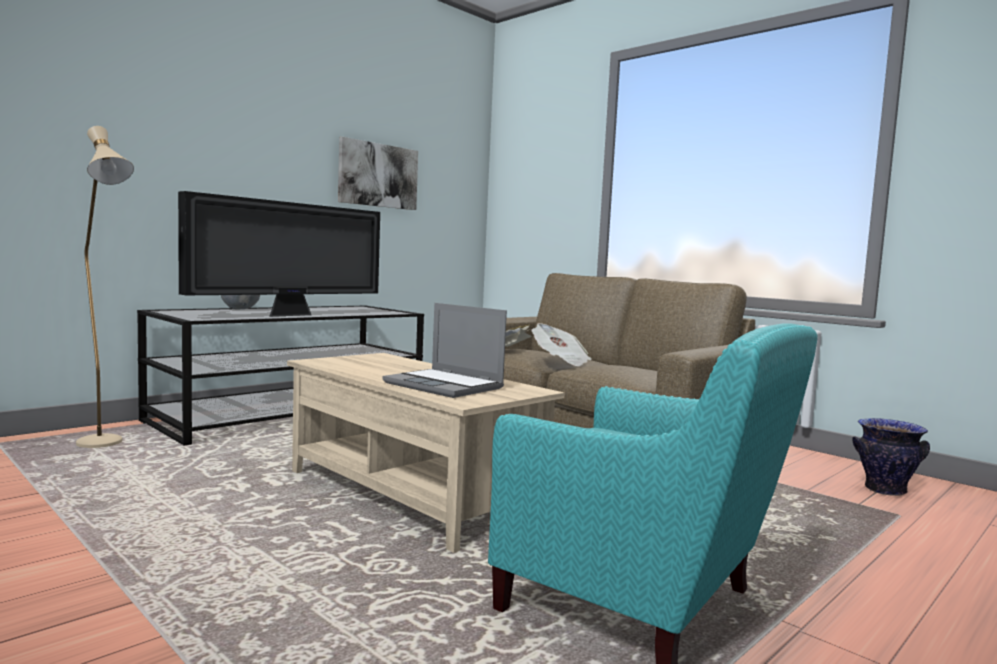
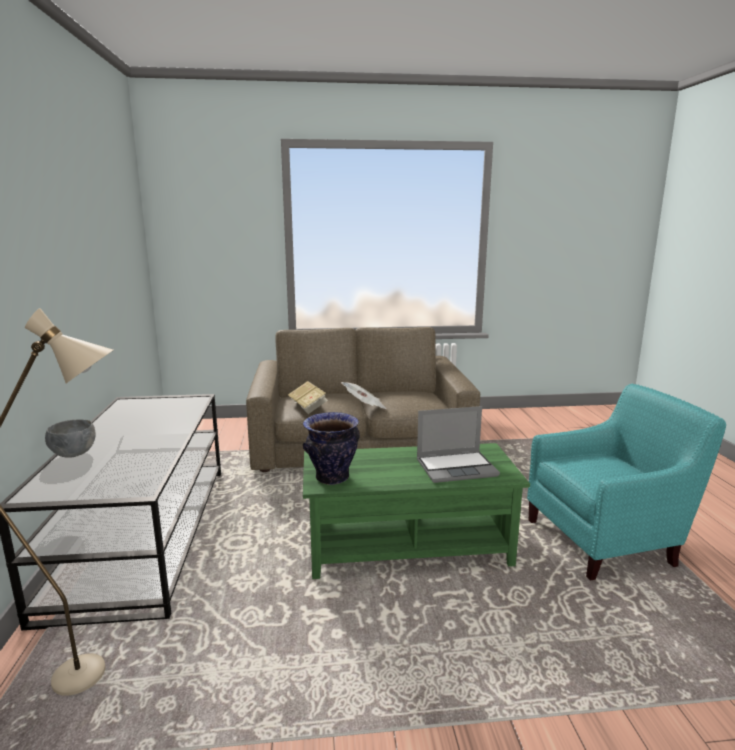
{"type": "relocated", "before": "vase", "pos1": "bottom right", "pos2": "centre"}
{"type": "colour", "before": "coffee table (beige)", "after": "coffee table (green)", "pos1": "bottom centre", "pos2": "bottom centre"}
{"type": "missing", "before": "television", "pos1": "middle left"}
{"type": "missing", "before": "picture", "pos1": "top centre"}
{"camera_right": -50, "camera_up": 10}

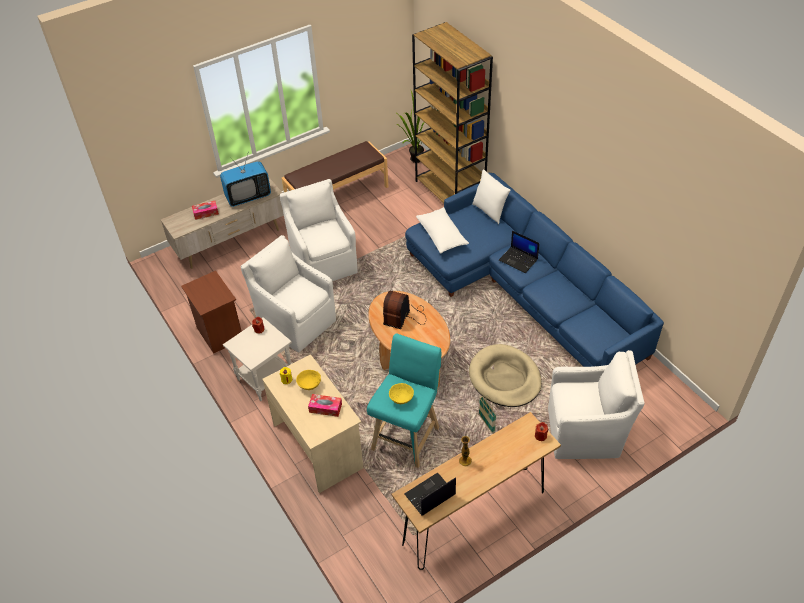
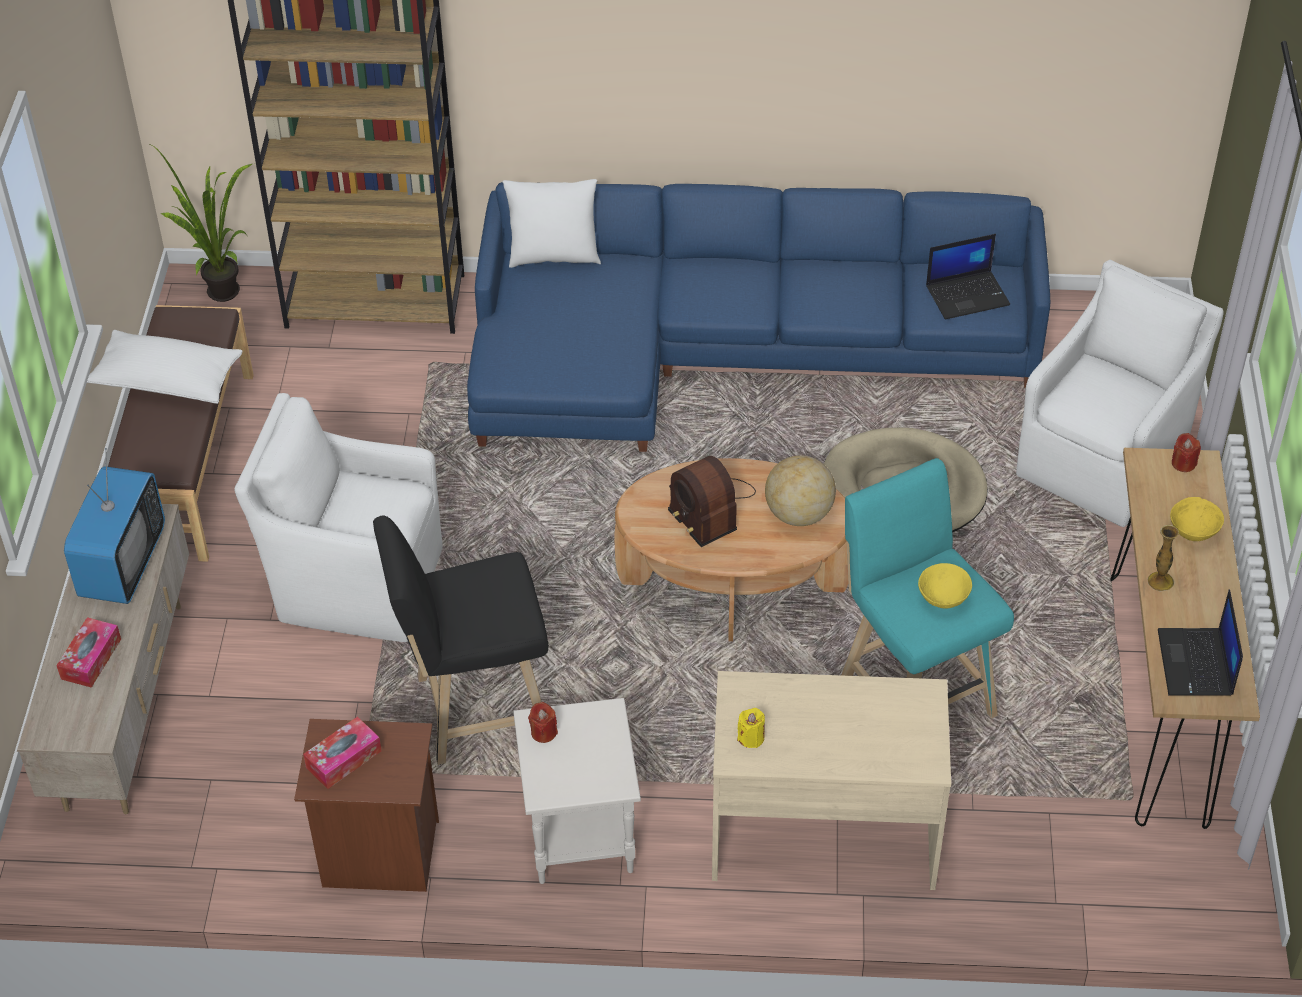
{"type": "relocated", "before": "pillow (white) (no. 1 from left)", "pos1": "centre", "pos2": "middle left"}
{"type": "relocated", "before": "tissue box (no. 2 from left)", "pos1": "bottom centre", "pos2": "bottom left"}
{"type": "exchanged", "before": "armchair (white) (no. 1 from left)", "after": "stool (black)", "pos1": "centre", "pos2": "centre"}
{"type": "appeared", "after": "globe", "pos2": "centre"}
{"type": "relocated", "before": "laptop (no. 2 from left in the first image)", "after": "laptop (no. 1 from left)", "pos1": "centre", "pos2": "top right"}
{"type": "relocated", "before": "bowl (yellow) (no. 1 from left in the first image)", "after": "bowl (yellow) (no. 2 from left)", "pos1": "centre", "pos2": "middle right"}
{"type": "missing", "before": "basket", "pos1": "bottom centre"}
{"camera_right": -55, "camera_up": 0}

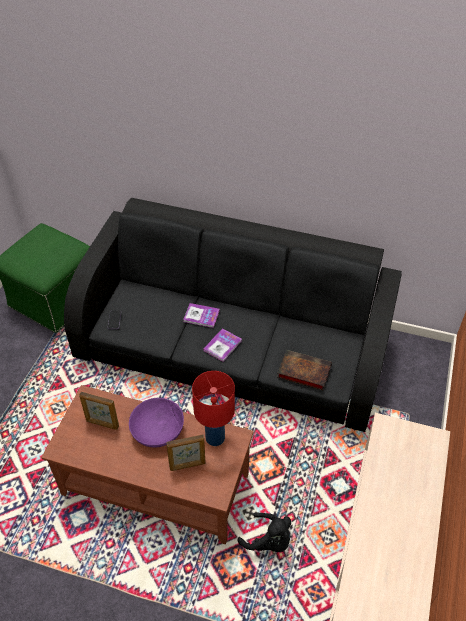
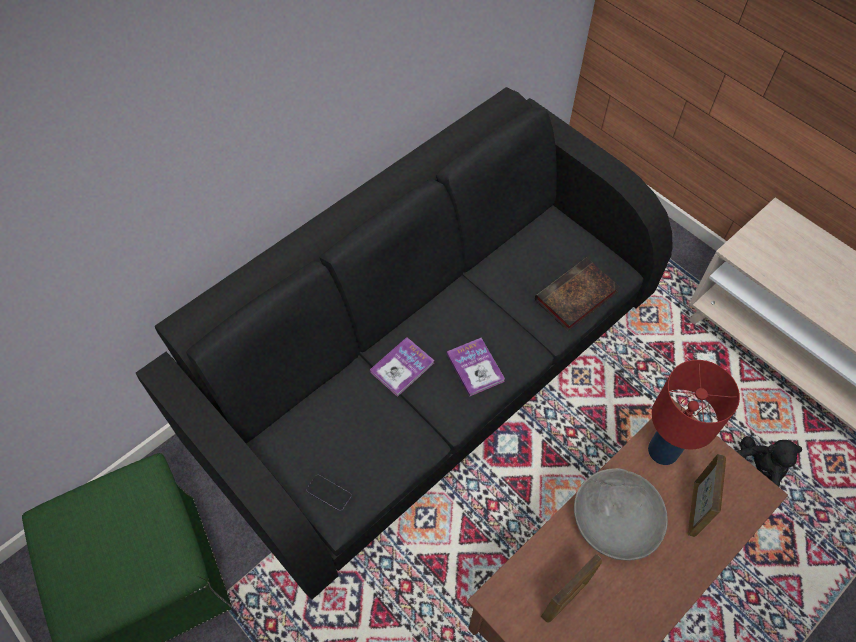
{"type": "colour", "before": "bowl (purple)", "after": "bowl (grey)", "pos1": "bottom centre", "pos2": "bottom right"}
{"camera_right": -60, "camera_up": 10}

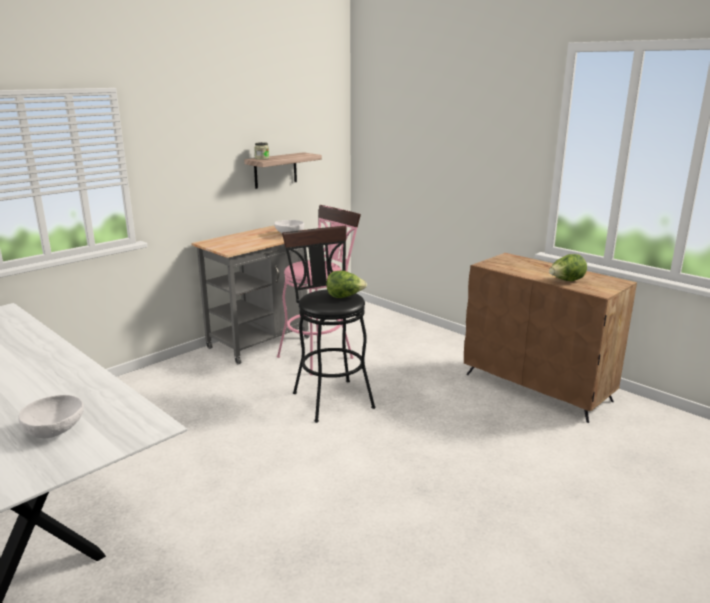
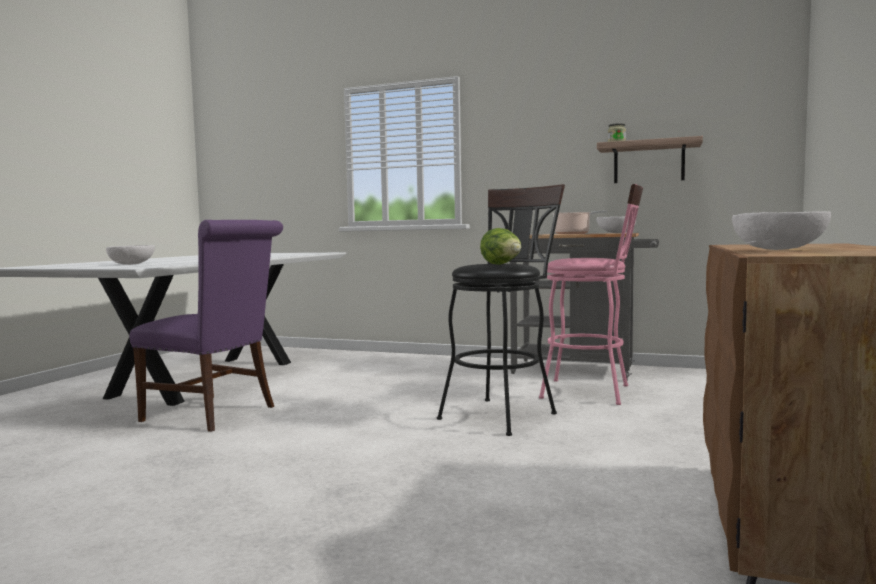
{"type": "appeared", "after": "chair (purple)", "pos2": "middle left"}
{"type": "appeared", "after": "cooking pot", "pos2": "centre"}
{"type": "exchanged", "before": "lettuce (no. 2 from left)", "after": "bowl (white) (no. 3 from left)", "pos1": "middle right", "pos2": "middle right"}
{"camera_right": 65, "camera_up": -15}

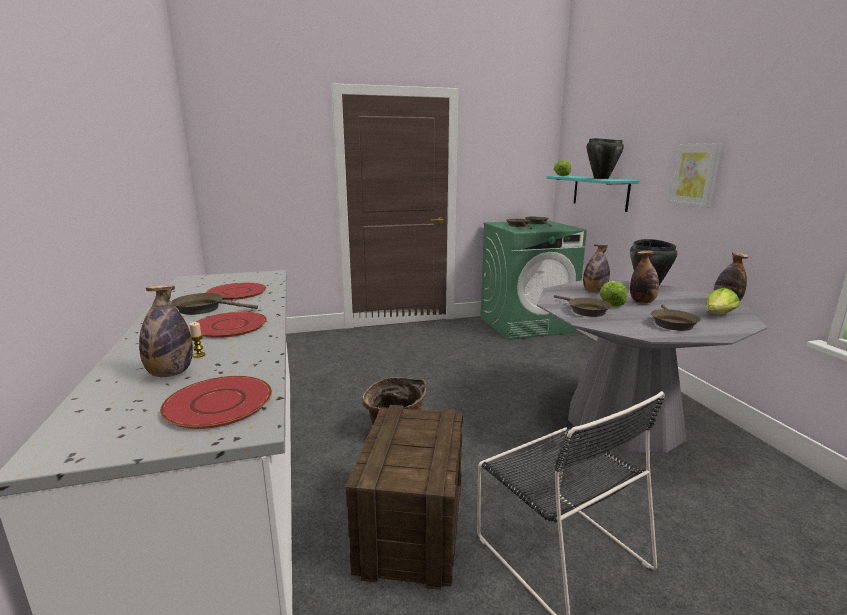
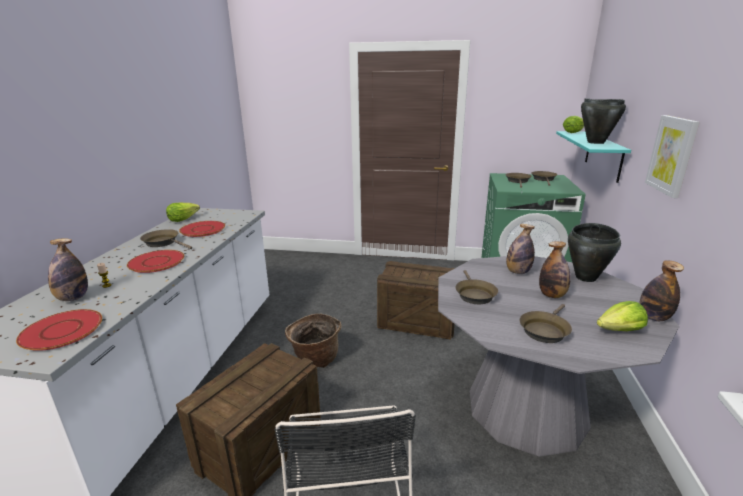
{"type": "relocated", "before": "lettuce (no. 2 from left in the first image)", "after": "lettuce (no. 1 from left)", "pos1": "middle right", "pos2": "middle left"}
{"type": "appeared", "after": "crate (no. 2 from left)", "pos2": "centre"}
{"camera_right": 25, "camera_up": 5}

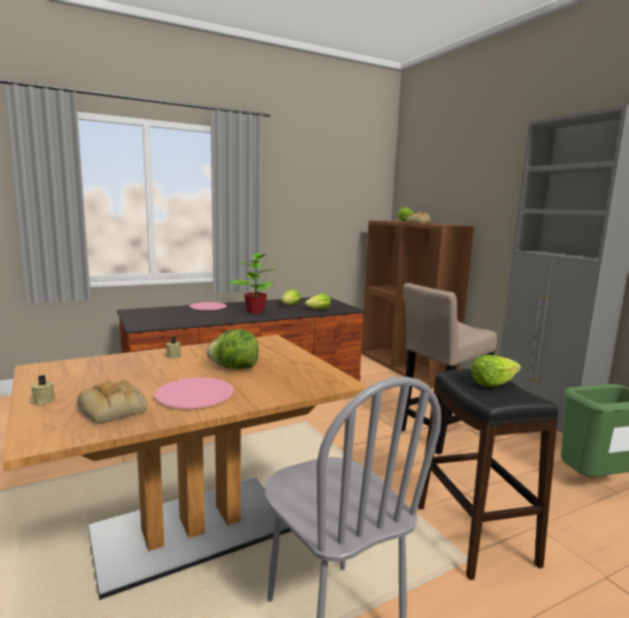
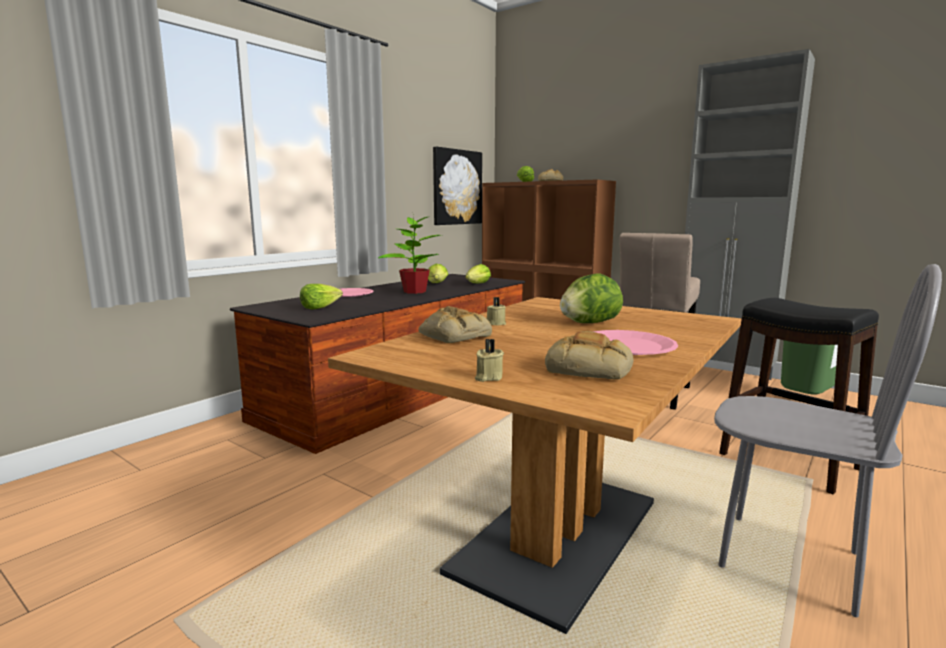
{"type": "relocated", "before": "lettuce (no. 5 from left in the first image)", "after": "lettuce (no. 1 from left)", "pos1": "middle right", "pos2": "centre"}
{"type": "appeared", "after": "bread (no. 1 from left)", "pos2": "centre"}
{"type": "appeared", "after": "picture", "pos2": "top centre"}
{"camera_right": -25, "camera_up": 0}

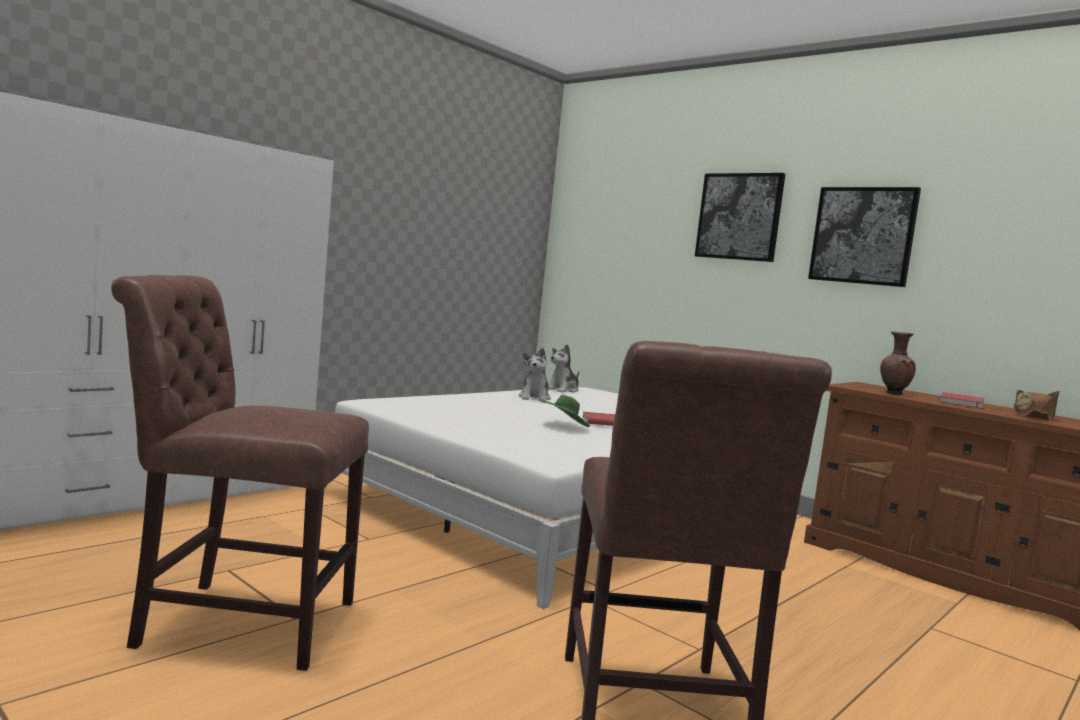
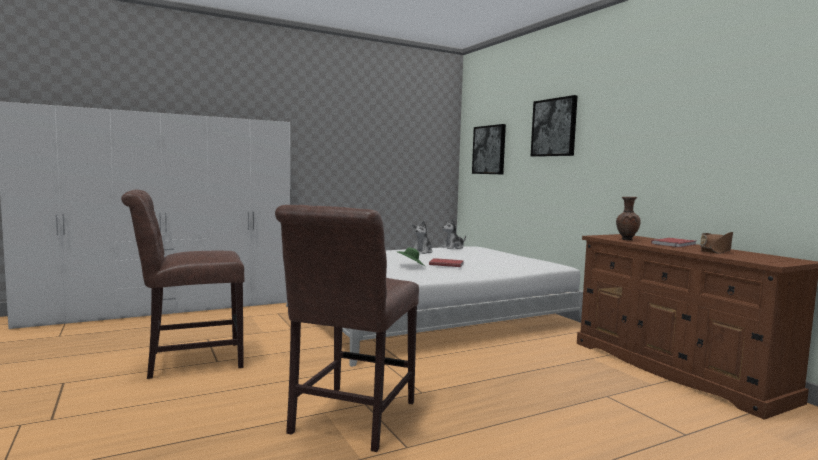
{"type": "spun", "before": "chair (brown) (no. 1 from left)", "pos1": "middle left", "pos2": "middle left", "turn": -45}
{"type": "relocated", "before": "picture (no. 2 from left in the first image)", "after": "picture (no. 1 from left)", "pos1": "top right", "pos2": "top centre"}
{"camera_right": 20, "camera_up": 0}

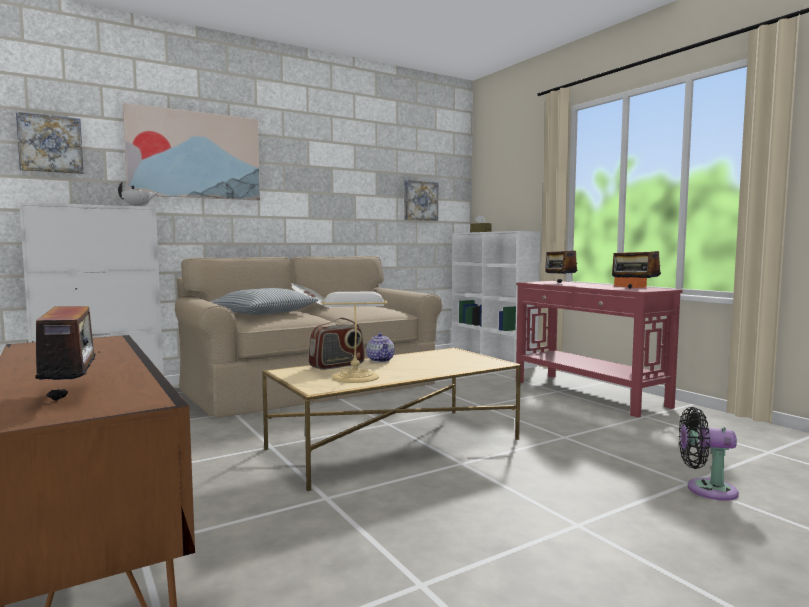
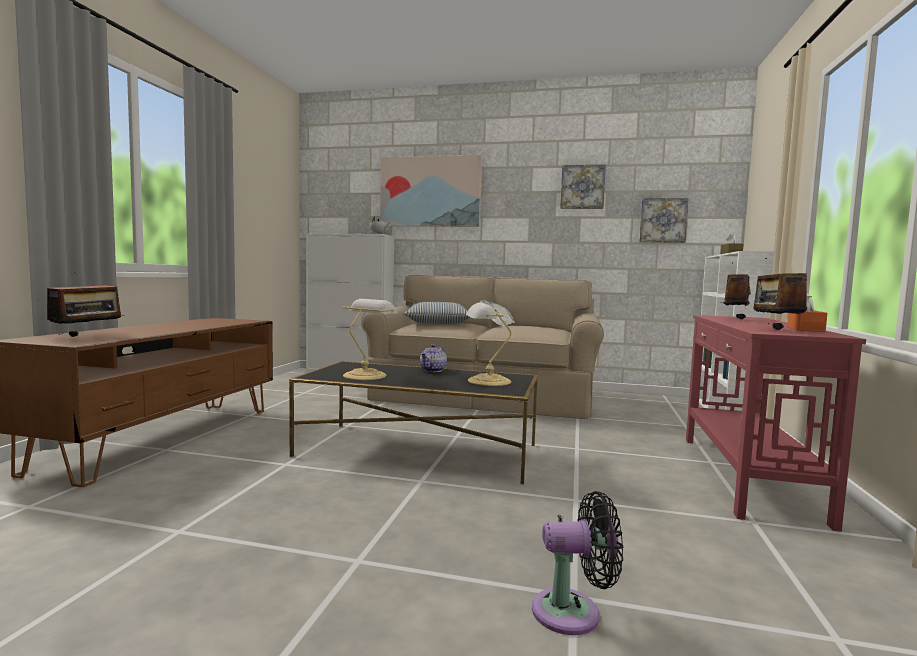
{"type": "colour", "before": "coffee table (beige)", "after": "coffee table (black)", "pos1": "bottom centre", "pos2": "centre"}
{"type": "appeared", "after": "table lamp (no. 2 from left)", "pos2": "centre"}
{"type": "spun", "before": "fan (black)", "pos1": "bottom right", "pos2": "bottom centre", "turn": 120}
{"type": "relocated", "before": "picture (no. 1 from left in the first image)", "after": "picture (no. 2 from left)", "pos1": "top left", "pos2": "top centre"}
{"type": "missing", "before": "radio (no. 2 from left)", "pos1": "centre"}
{"camera_right": 45, "camera_up": 0}

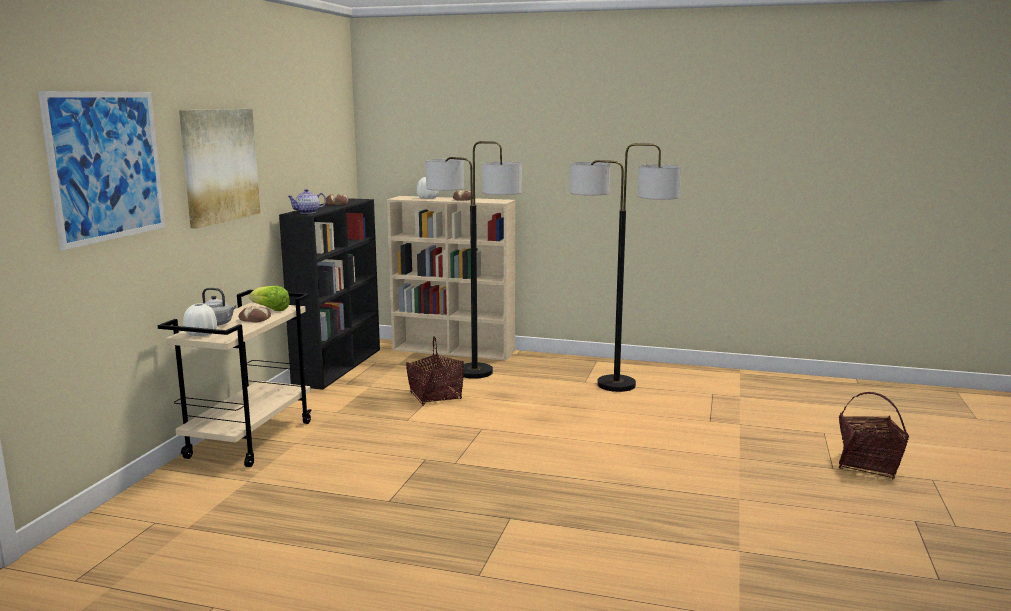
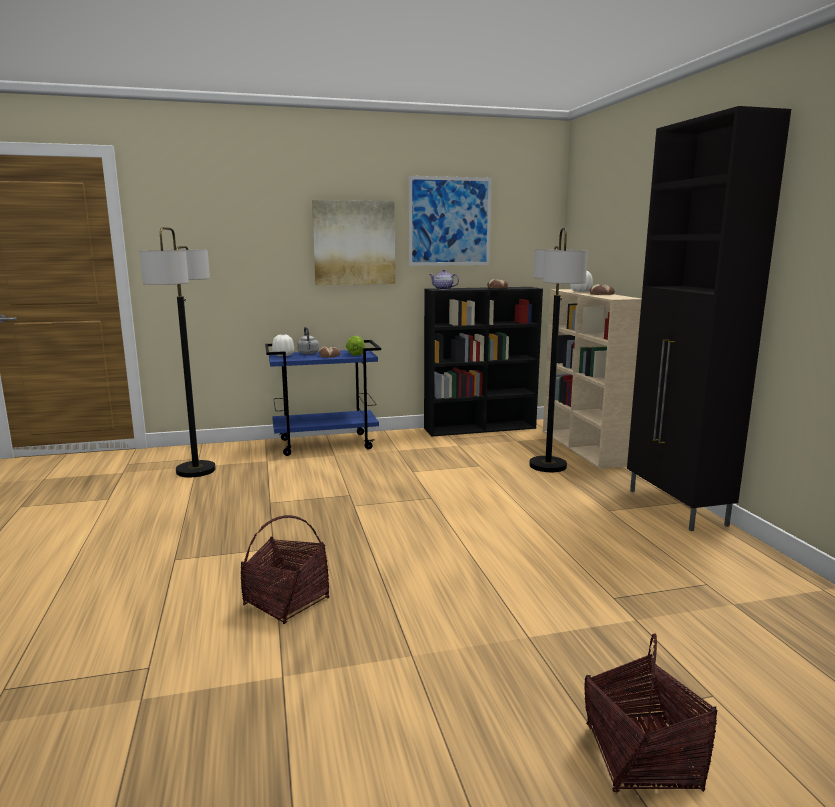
{"type": "relocated", "before": "floor lamp (no. 2 from left in the first image)", "after": "floor lamp (no. 1 from left)", "pos1": "centre", "pos2": "middle left"}
{"type": "relocated", "before": "basket (no. 1 from left)", "pos1": "centre", "pos2": "bottom centre"}
{"type": "colour", "before": "cart (beige)", "after": "cart (blue)", "pos1": "middle left", "pos2": "centre"}
{"type": "relocated", "before": "picture (no. 1 from left in the first image)", "after": "picture (no. 2 from left)", "pos1": "top left", "pos2": "top centre"}
{"type": "appeared", "after": "cabinet (black)", "pos2": "middle right"}
{"camera_right": 60, "camera_up": 0}

